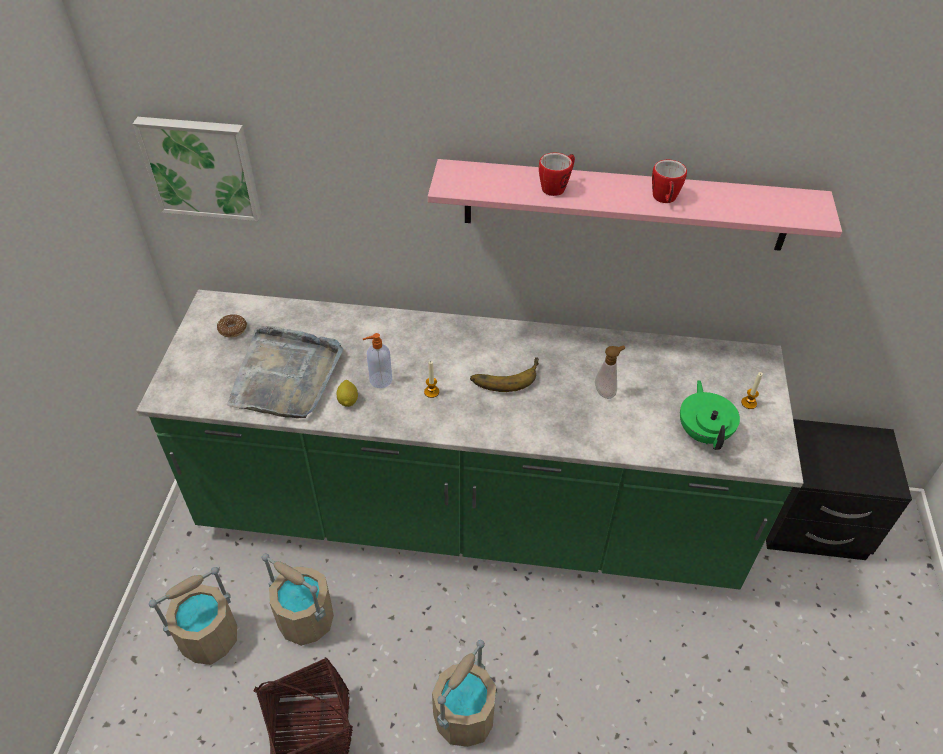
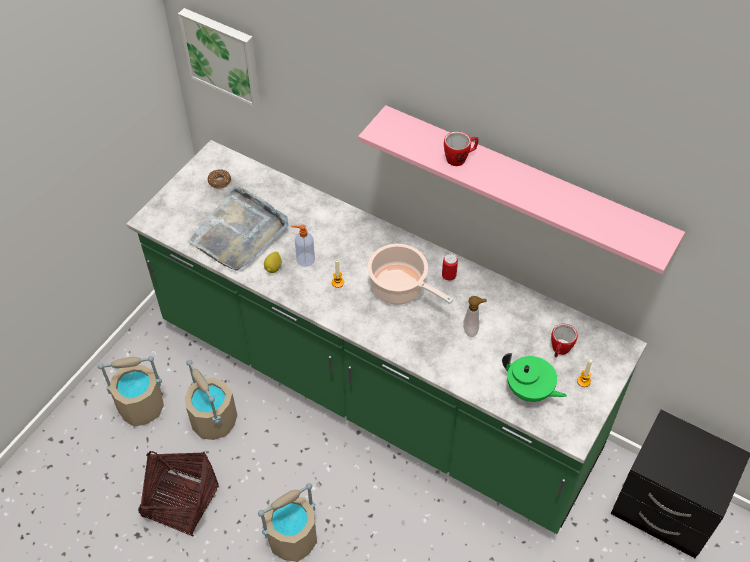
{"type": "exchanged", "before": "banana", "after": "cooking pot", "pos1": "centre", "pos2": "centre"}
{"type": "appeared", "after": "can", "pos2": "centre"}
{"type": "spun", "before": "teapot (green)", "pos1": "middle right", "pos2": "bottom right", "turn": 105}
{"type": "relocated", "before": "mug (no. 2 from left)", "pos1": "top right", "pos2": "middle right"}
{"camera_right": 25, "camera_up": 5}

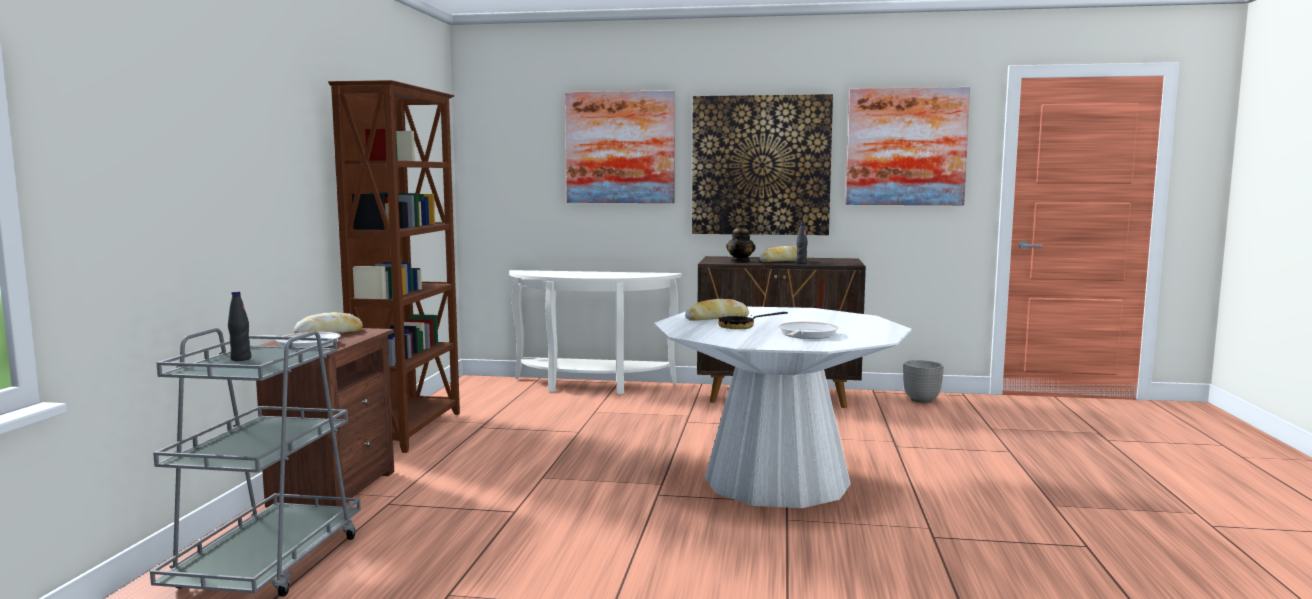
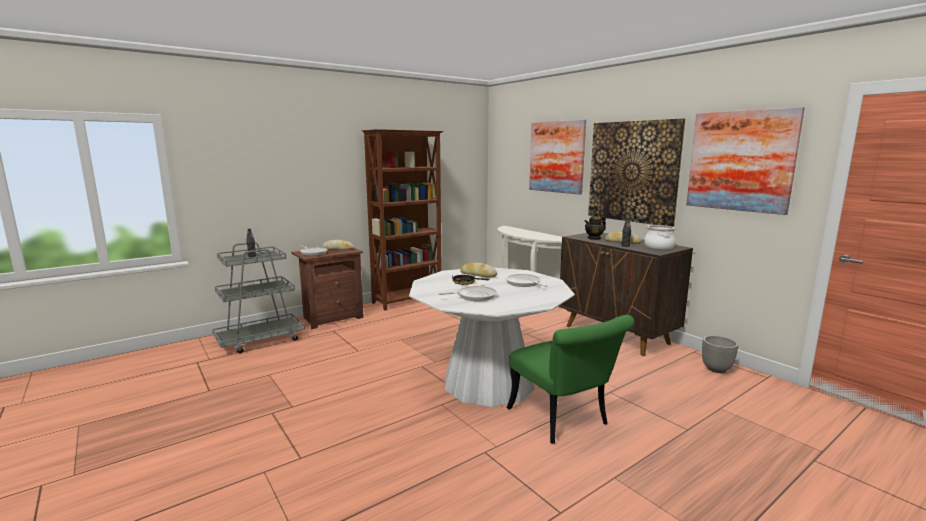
{"type": "appeared", "after": "frying pan (no. 4 from left)", "pos2": "centre"}
{"type": "appeared", "after": "chair (green)", "pos2": "bottom centre"}
{"type": "appeared", "after": "cooking pot", "pos2": "middle right"}
{"camera_right": 45, "camera_up": 5}

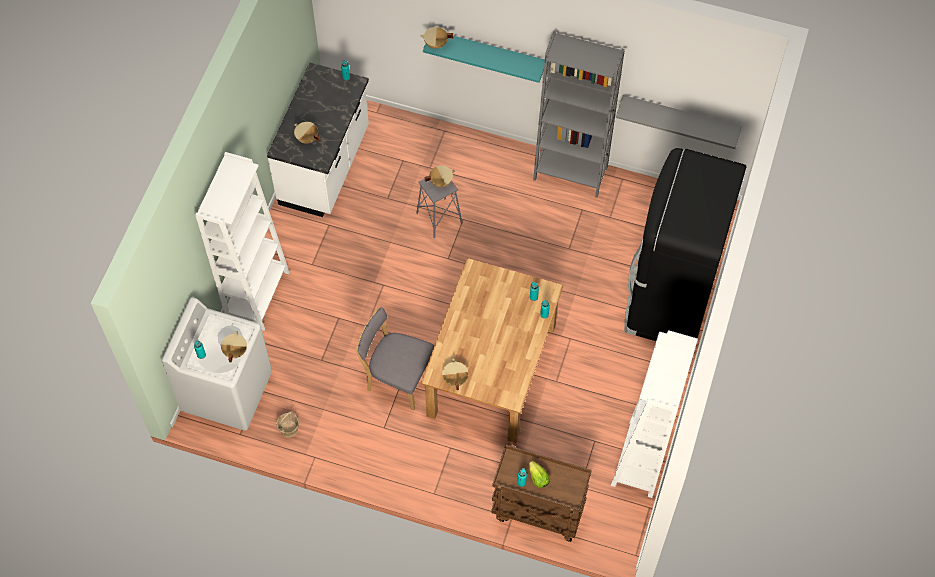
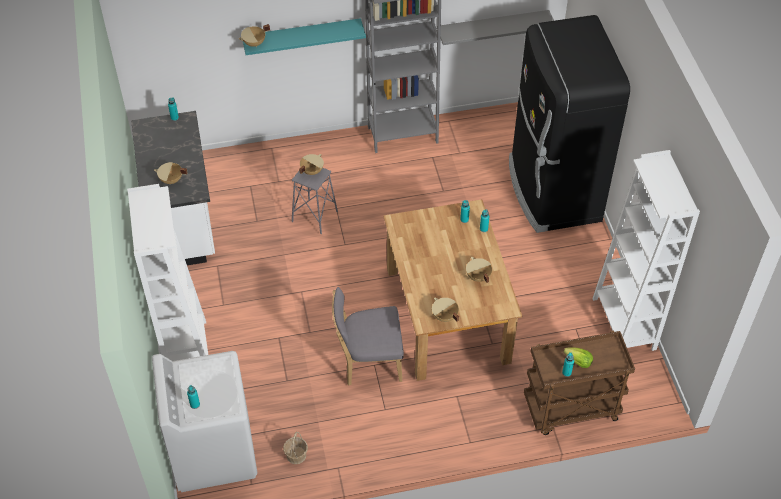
{"type": "relocated", "before": "cooking pot (beige) (no. 1 from left in the first image)", "after": "cooking pot (beige) (no. 5 from left)", "pos1": "middle left", "pos2": "centre"}
{"camera_right": -30, "camera_up": -10}

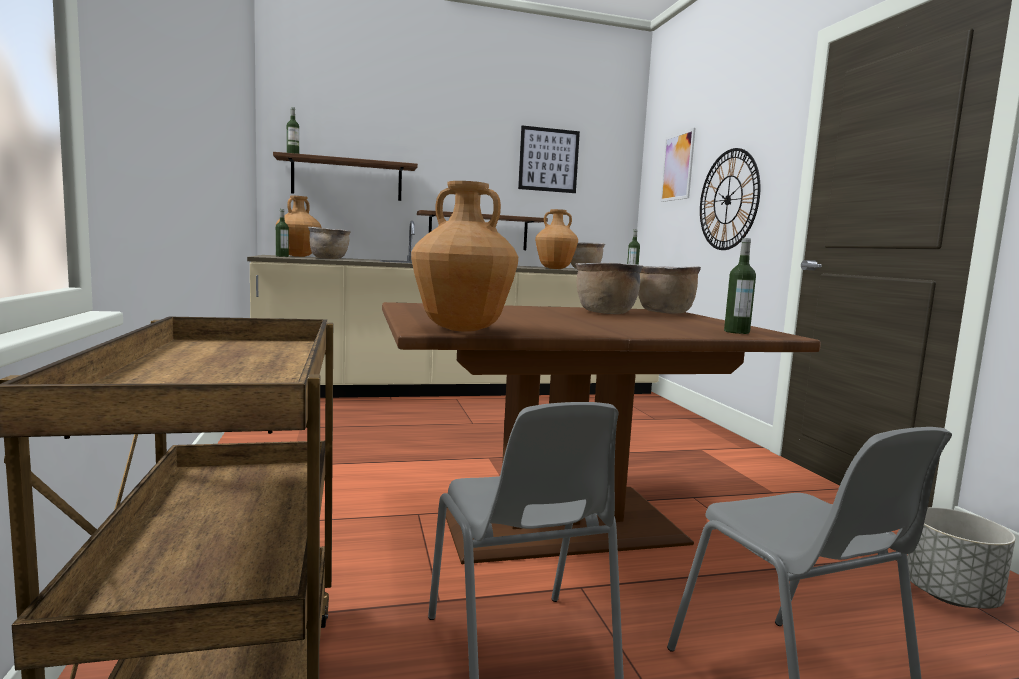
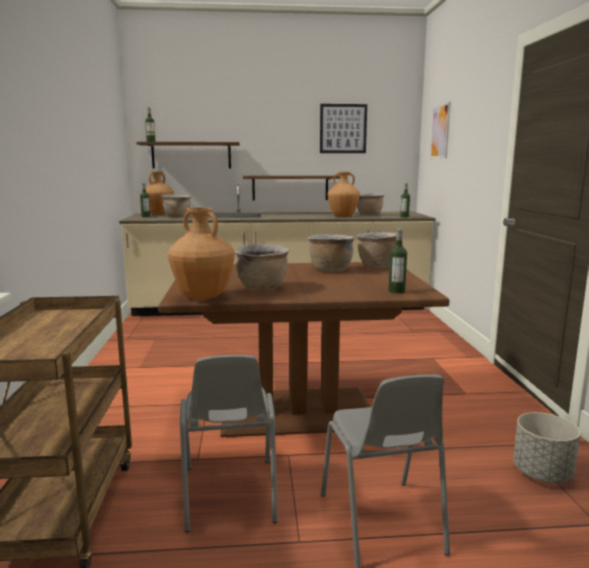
{"type": "appeared", "after": "cooking pot (brown) (no. 2 from left)", "pos2": "centre"}
{"type": "missing", "before": "wall clock", "pos1": "top right"}
{"camera_right": 10, "camera_up": 5}

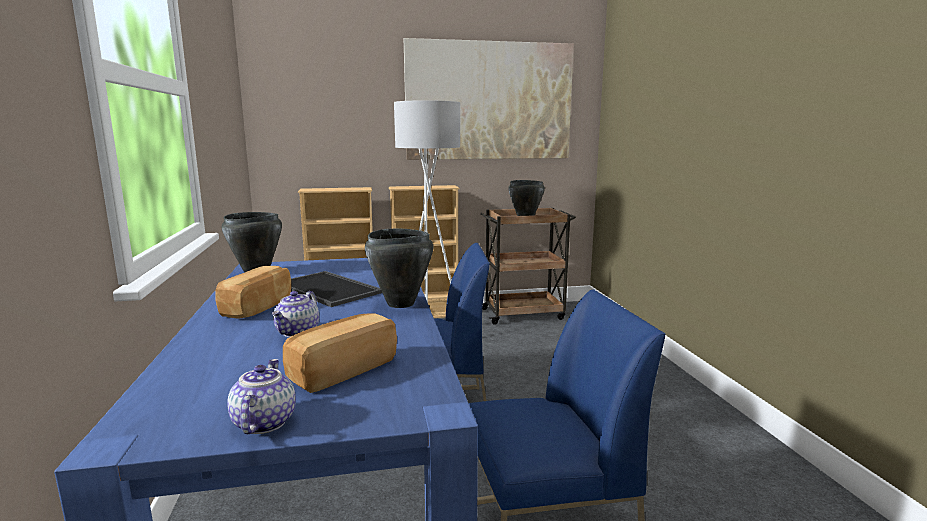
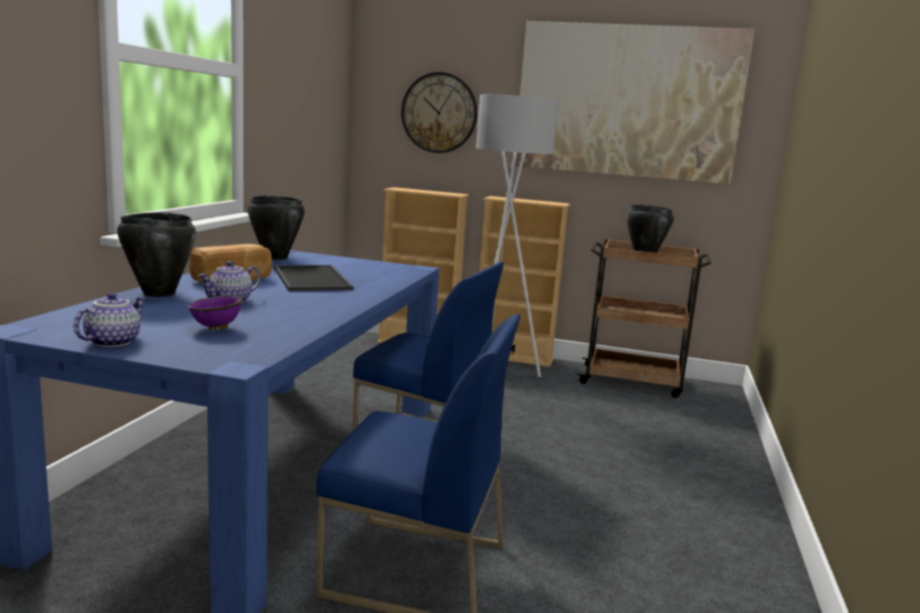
{"type": "relocated", "before": "cooking pot (black) (no. 2 from left in the first image)", "after": "cooking pot (black) (no. 1 from left)", "pos1": "centre", "pos2": "middle left"}
{"type": "exchanged", "before": "bread (no. 2 from left)", "after": "bowl (purple)", "pos1": "bottom centre", "pos2": "middle left"}
{"type": "appeared", "after": "wall clock", "pos2": "top centre"}
{"camera_right": 25, "camera_up": 0}

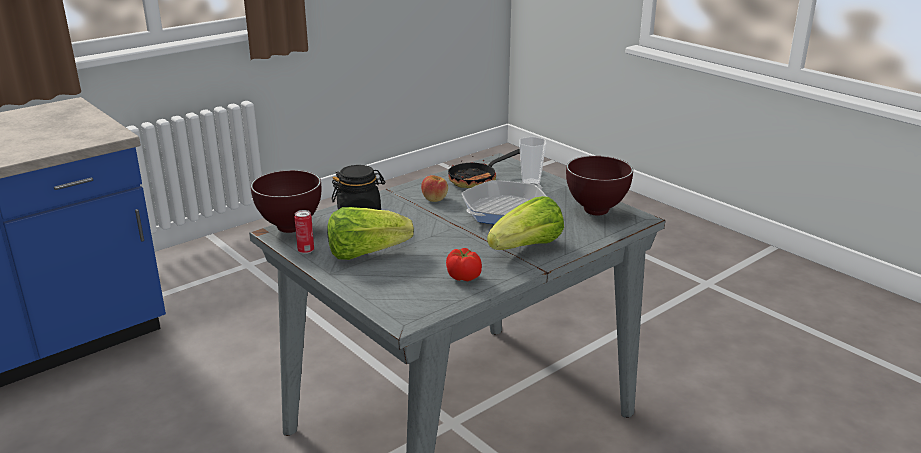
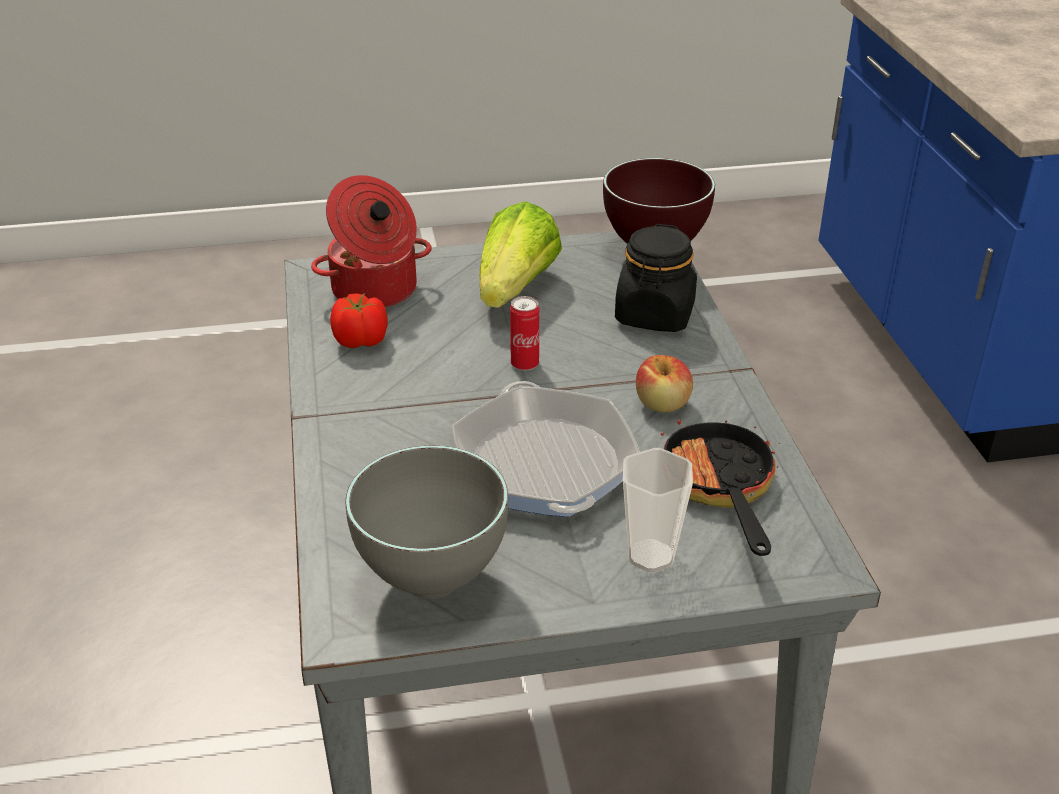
{"type": "appeared", "after": "cooking pot", "pos2": "top centre"}
{"type": "colour", "before": "bowl (brown) (no. 2 from left)", "after": "bowl (grey)", "pos1": "centre", "pos2": "centre"}
{"type": "relocated", "before": "can", "pos1": "middle left", "pos2": "centre"}
{"type": "missing", "before": "lettuce (no. 2 from left)", "pos1": "centre"}
{"camera_right": 120, "camera_up": 10}

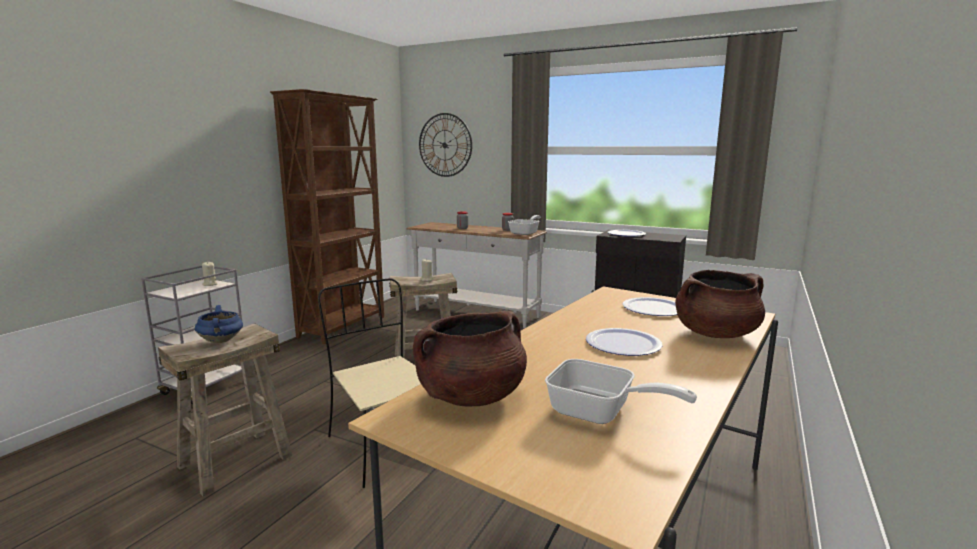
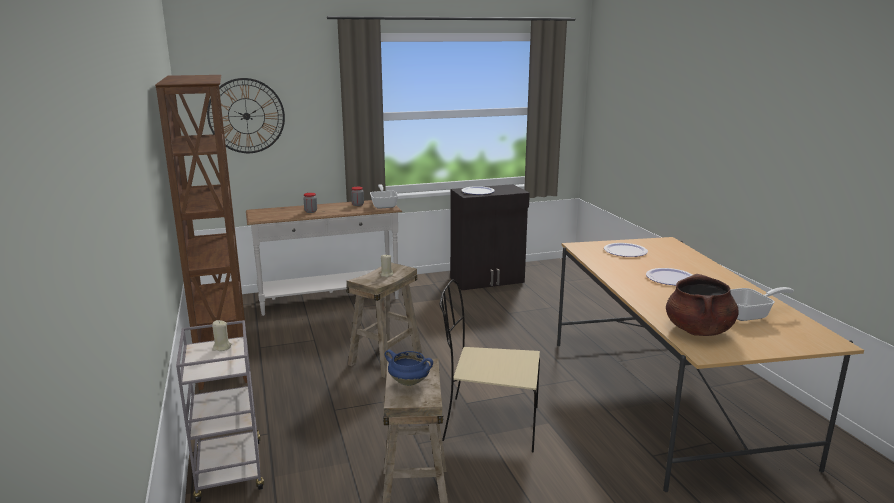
{"type": "missing", "before": "cooking pot (brown) (no. 2 from left)", "pos1": "middle right"}
{"camera_right": -45, "camera_up": 5}

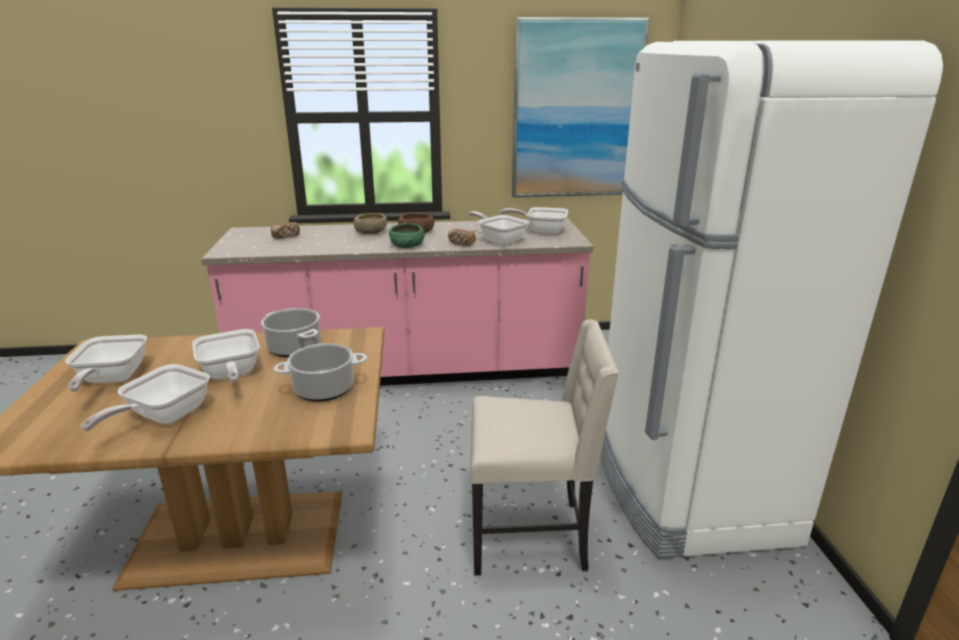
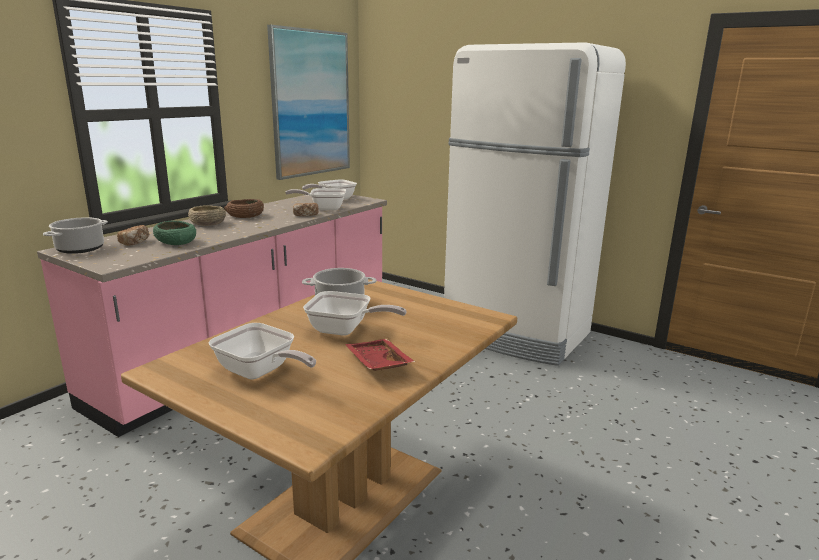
{"type": "relocated", "before": "cooking pot (no. 2 from left in the first image)", "after": "cooking pot (no. 1 from left)", "pos1": "centre", "pos2": "middle left"}
{"type": "relocated", "before": "bowl (green)", "pos1": "centre", "pos2": "middle left"}
{"type": "exchanged", "before": "frying pan (no. 2 from left)", "after": "tray (red)", "pos1": "middle left", "pos2": "centre"}
{"type": "missing", "before": "chair (beige)", "pos1": "bottom centre"}
{"camera_right": -50, "camera_up": -5}

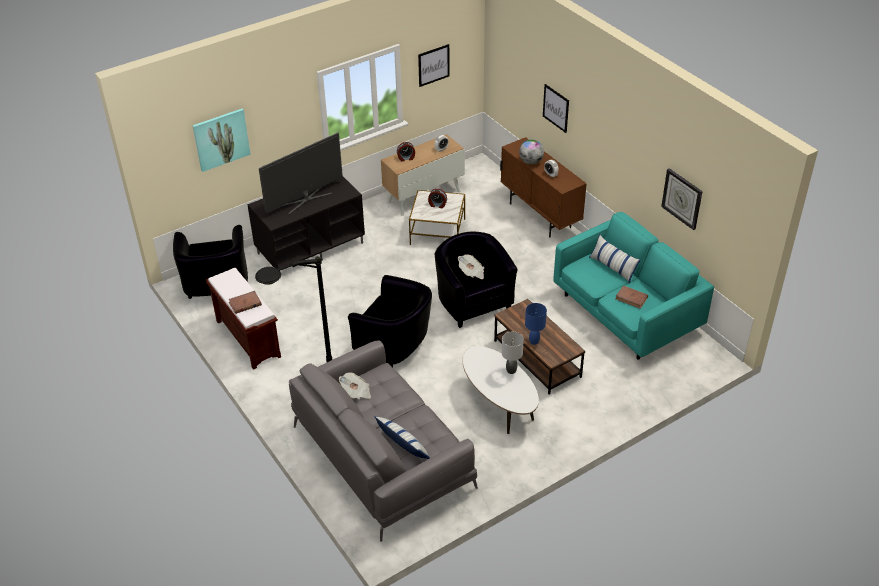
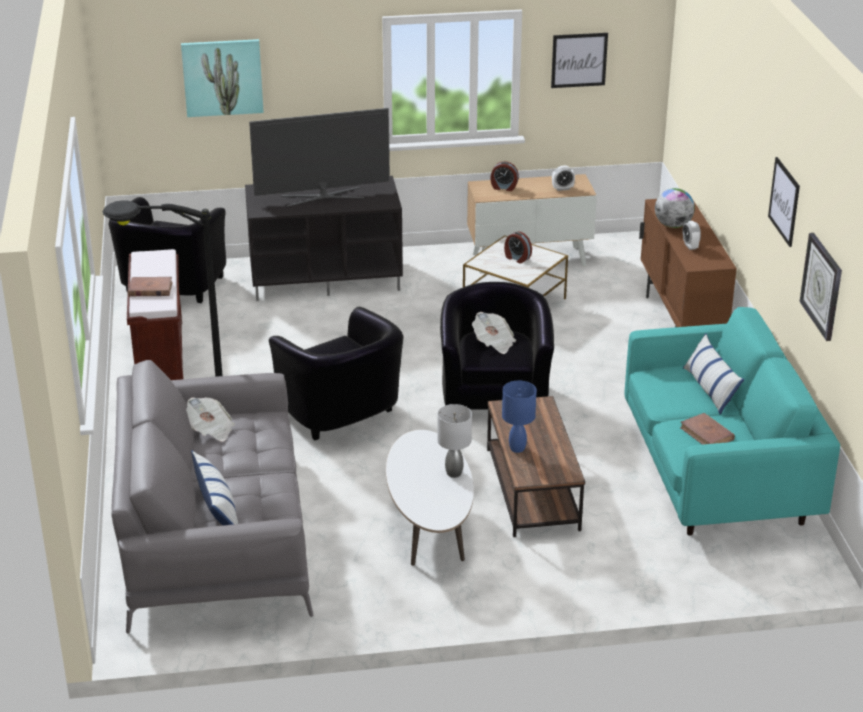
{"type": "relocated", "before": "picture (no. 3 from left)", "pos1": "top centre", "pos2": "top right"}
{"camera_right": 25, "camera_up": -10}

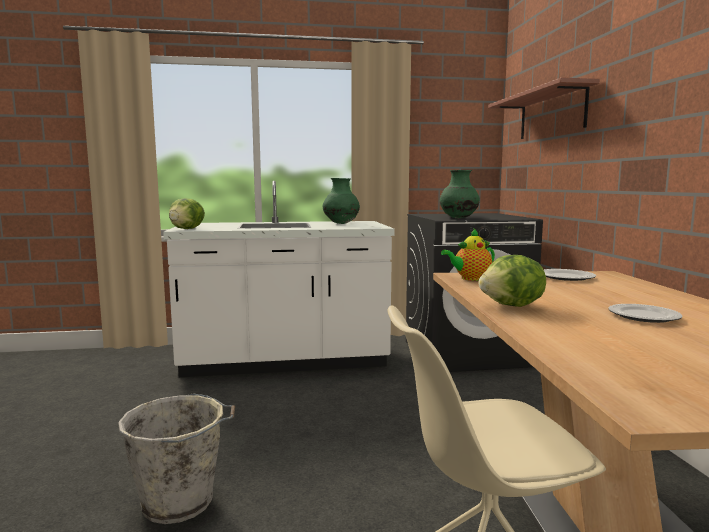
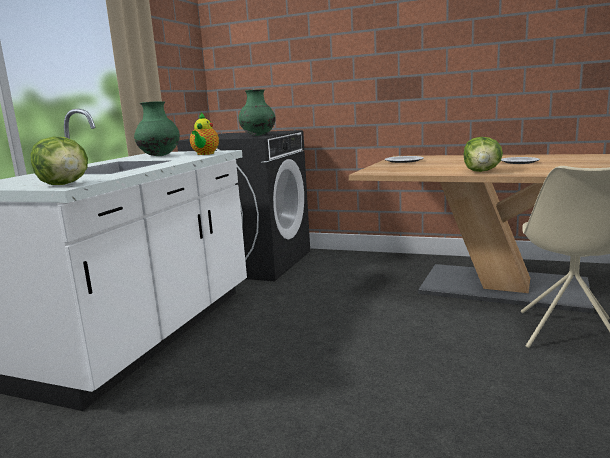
{"type": "relocated", "before": "teapot", "pos1": "centre", "pos2": "top centre"}
{"type": "missing", "before": "bucket (grey)", "pos1": "bottom left"}
{"type": "missing", "before": "shelf", "pos1": "top right"}
{"camera_right": -60, "camera_up": 5}

